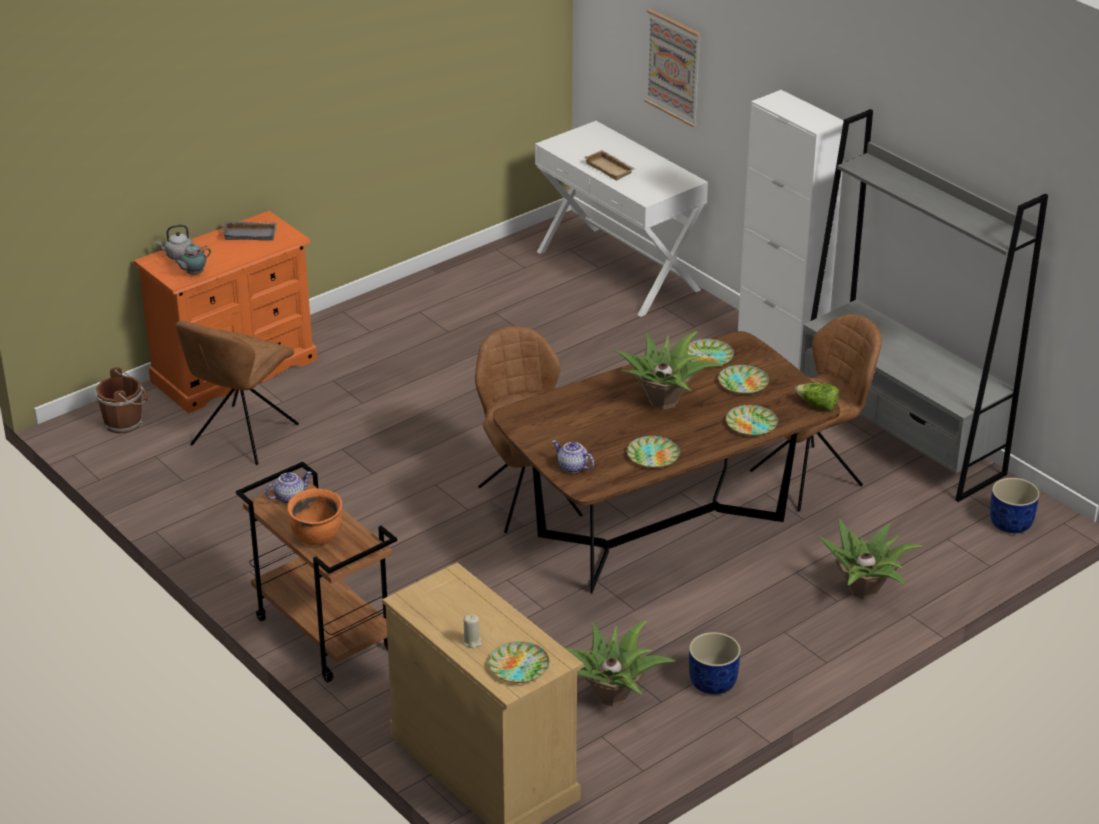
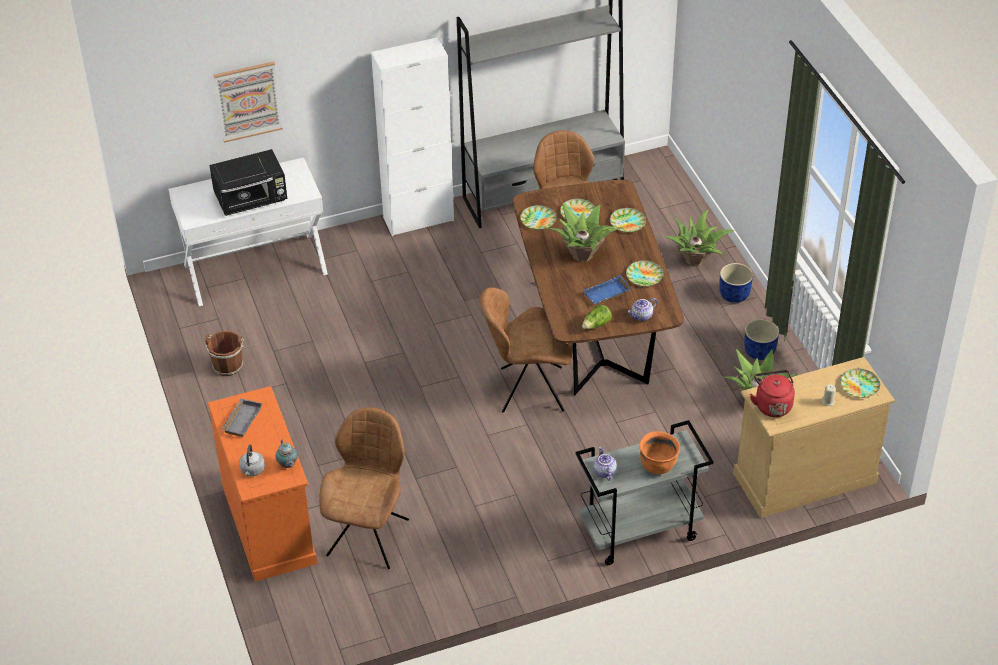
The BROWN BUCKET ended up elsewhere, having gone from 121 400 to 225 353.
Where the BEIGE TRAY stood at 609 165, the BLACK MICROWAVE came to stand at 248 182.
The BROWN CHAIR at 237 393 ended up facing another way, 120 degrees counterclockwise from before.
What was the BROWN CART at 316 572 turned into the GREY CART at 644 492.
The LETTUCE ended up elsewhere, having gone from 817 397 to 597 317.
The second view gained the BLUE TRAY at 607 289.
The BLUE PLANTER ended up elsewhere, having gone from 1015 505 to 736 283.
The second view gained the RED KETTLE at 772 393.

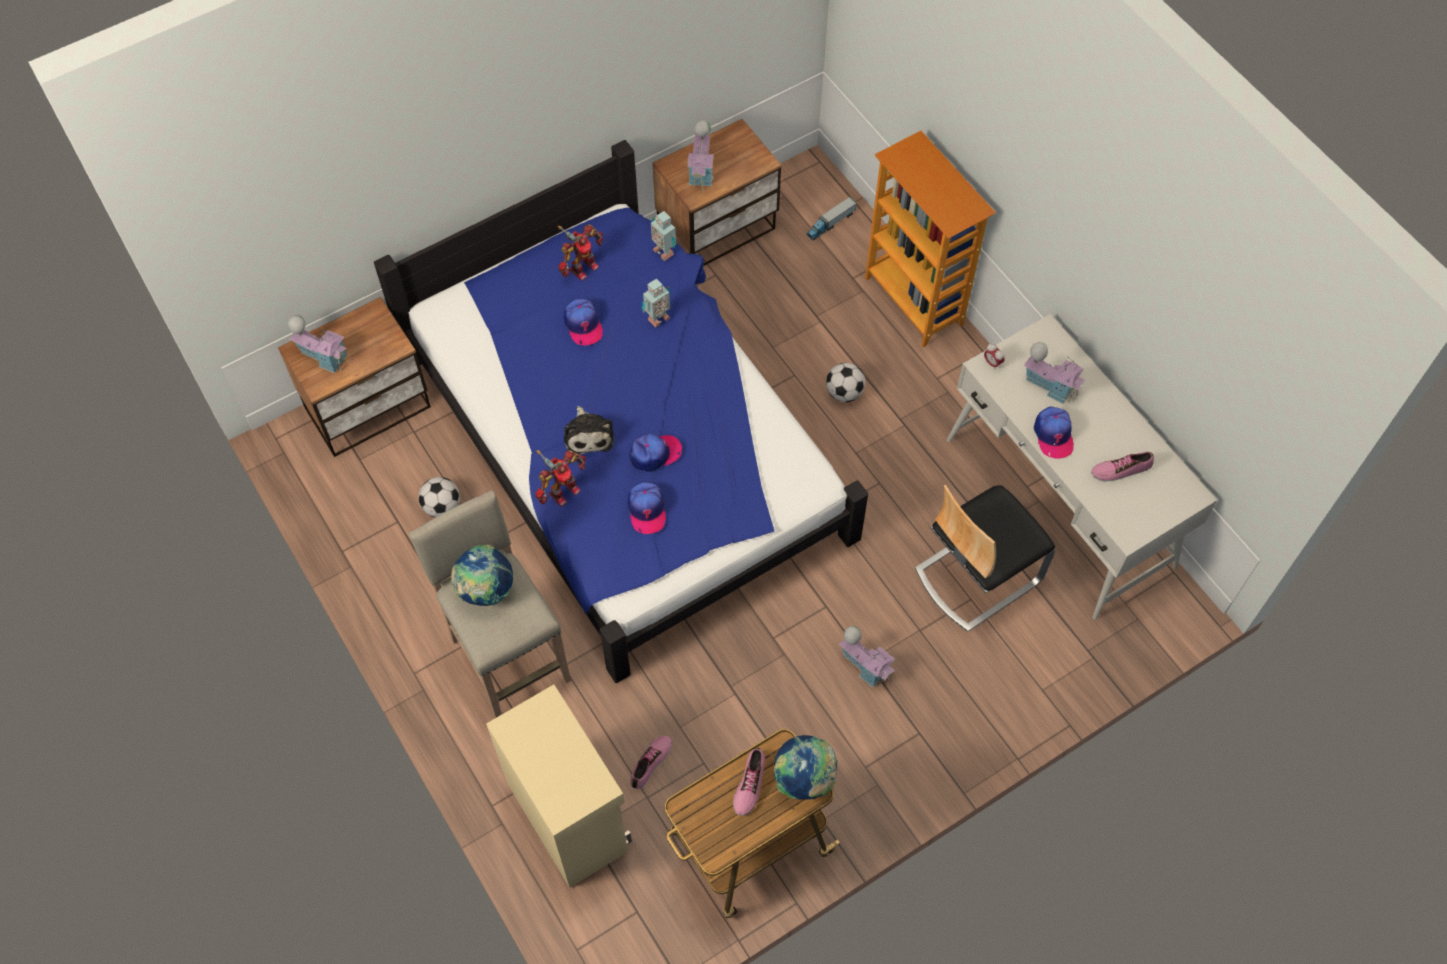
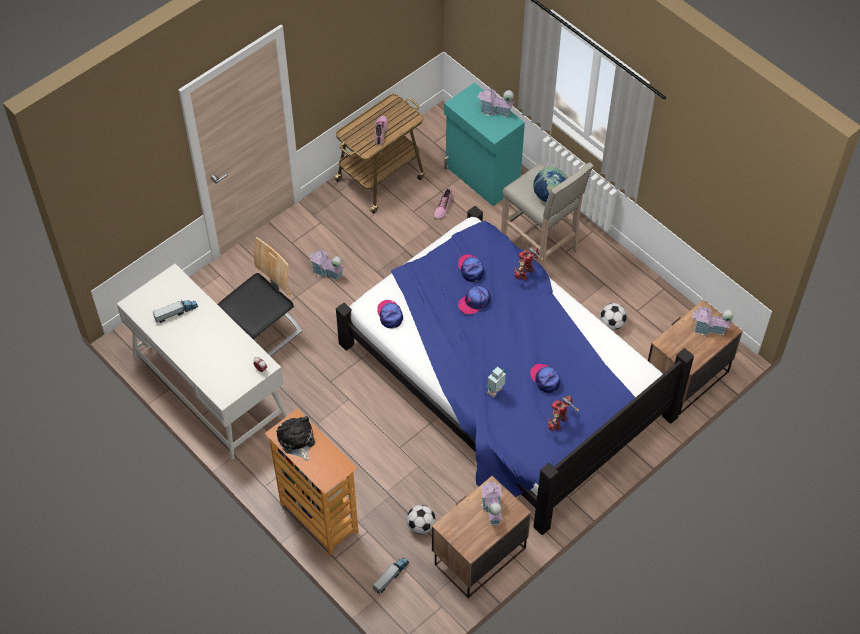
Where the SHOE stood at 1122 466, the TOY TRUCK came to stand at 175 311.
The PLUSH TOY ended up elsewhere, having gone from 589 430 to 295 438.
The CAP ended up elsewhere, having gone from 1054 433 to 390 314.
The FOOTBALL ended up elsewhere, having gone from 845 382 to 421 519.
What was the BEIGE CABINET at 559 786 turned into the TURQUOISE CABINET at 484 144.
The TOY HOUSE ended up elsewhere, having gone from 1055 373 to 495 101.
The second view lost the TOY ROBOT at 663 236.
The second view lost the GLOBE at 806 767.

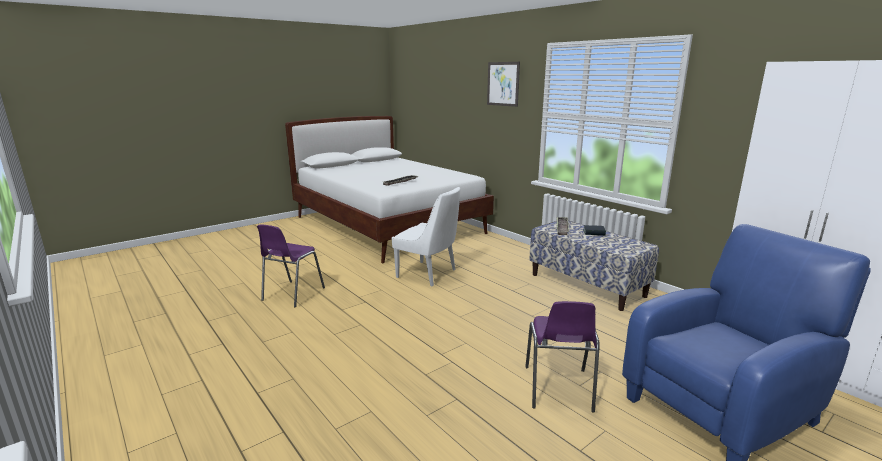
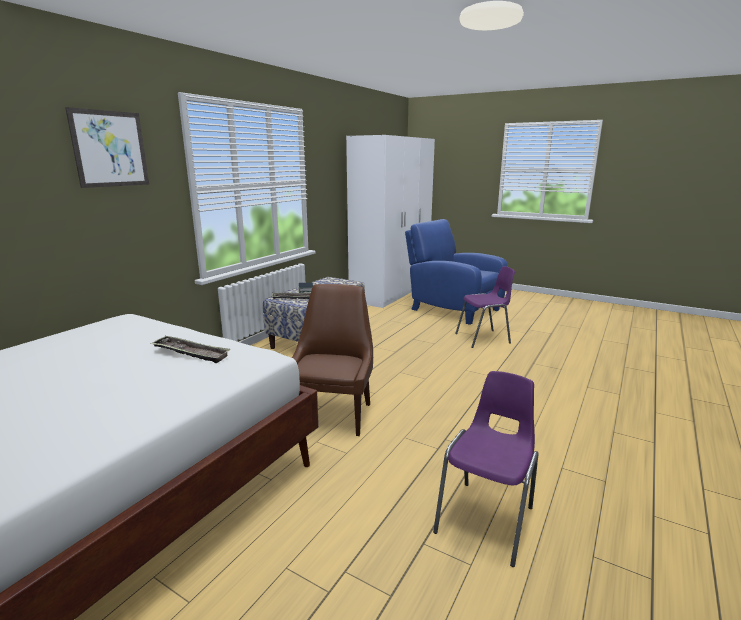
What was the WHITE CHAIR at 426 236 turned into the BROWN CHAIR at 332 360.
The PURPLE CHAIR at 291 266 ended up facing another way, 60 degrees counterclockwise from before.

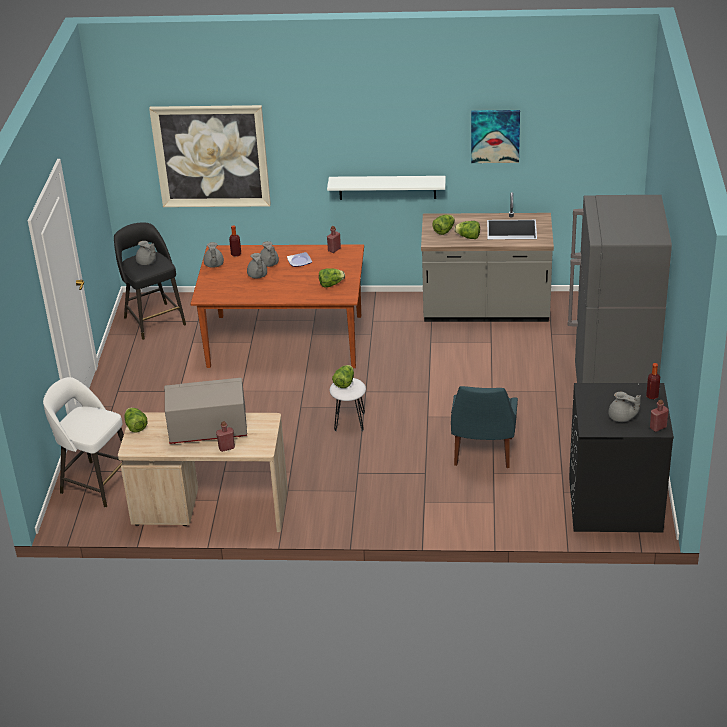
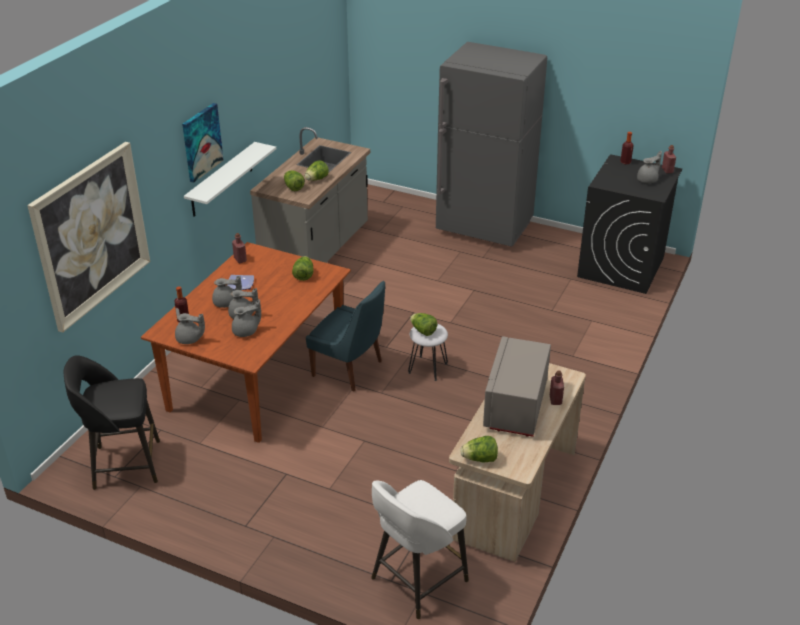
The PICTURE ended up elsewhere, having gone from 495 136 to 203 143.
The GREY TEAPOT ended up elsewhere, having gone from 146 253 to 246 318.
The BLUE CHAIR ended up elsewhere, having gone from 484 427 to 345 336.

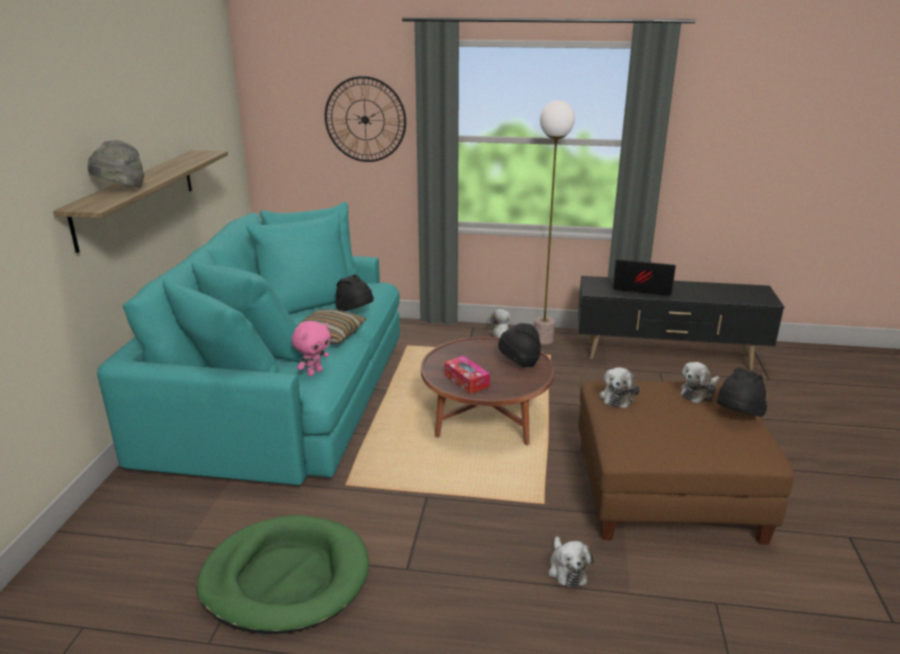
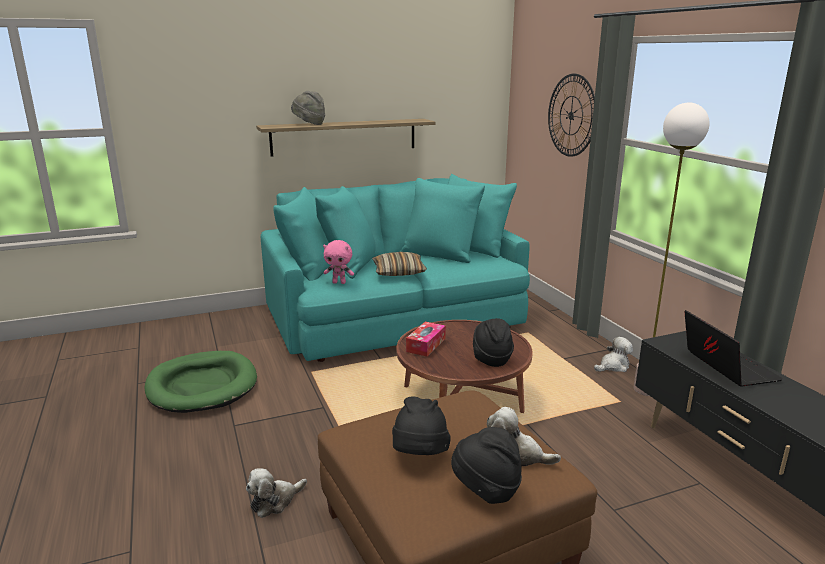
The BLACK HAT ended up elsewhere, having gone from 354 293 to 421 425.
The second view lost the PLUSH TOY at 619 387.

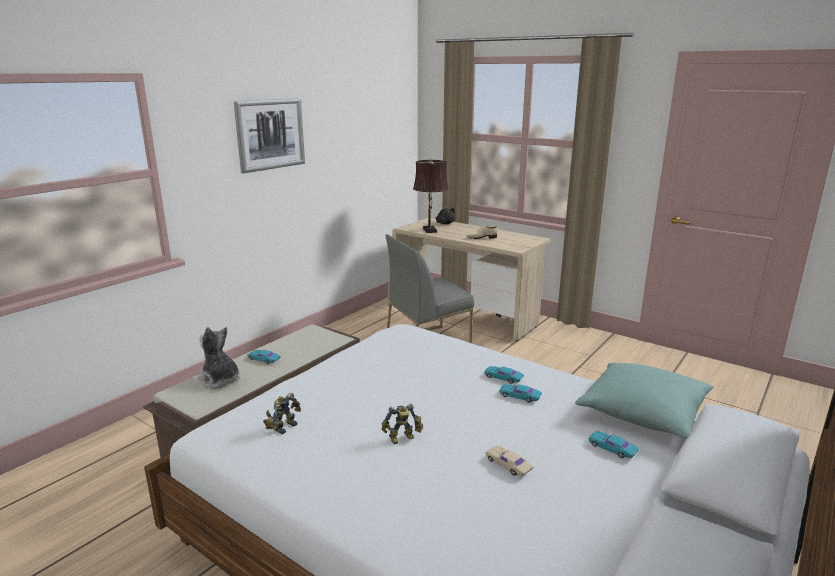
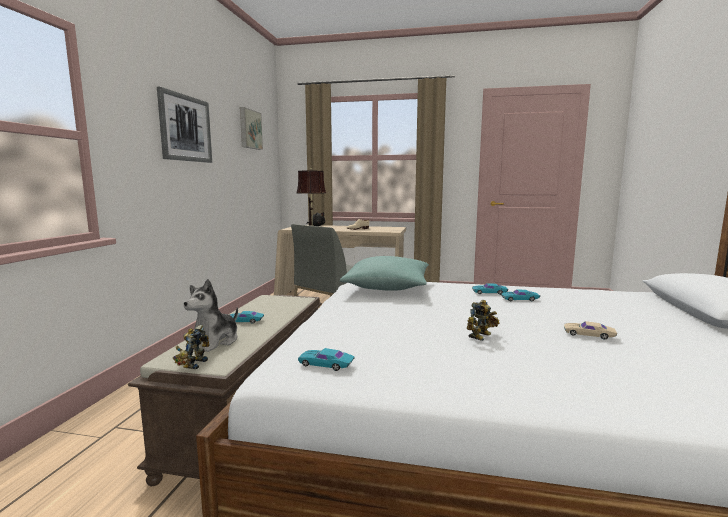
The TOY ROBOT ended up elsewhere, having gone from 282 413 to 191 347.
The PLUSH TOY at 219 358 ended up facing another way, 75 degrees counterclockwise from before.
The second view gained the PICTURE at 251 128.
The TURQUOISE TOY CAR ended up elsewhere, having gone from 613 444 to 326 359.
The TURQUOISE PILLOW ended up elsewhere, having gone from 644 401 to 384 273.

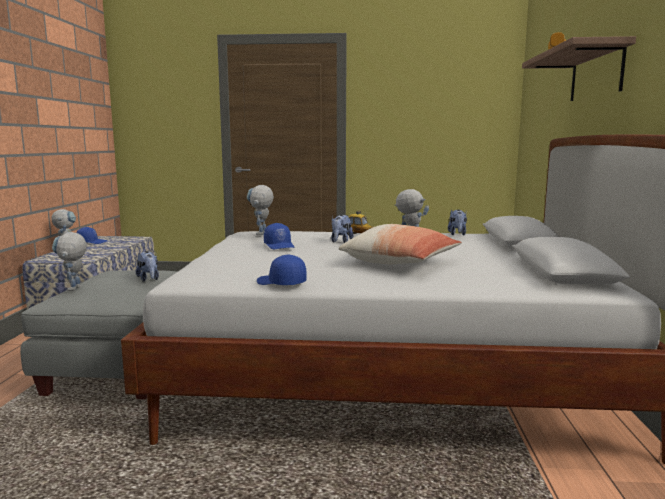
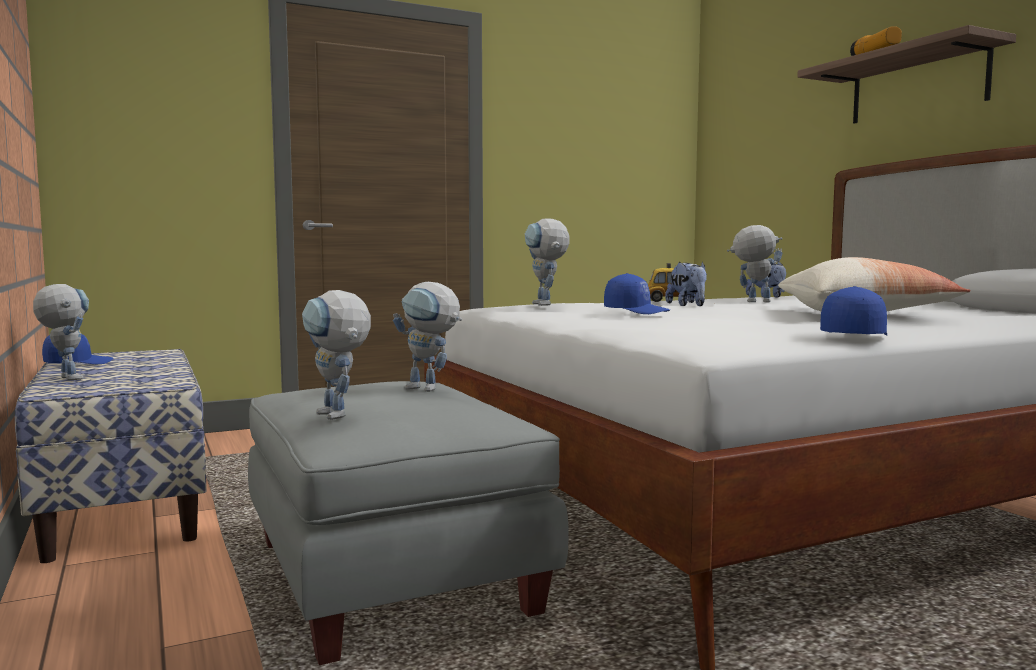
Where the PLUSH TOY stood at 147 266, the TOY ROBOT came to stand at 427 337.
The BLUE CAP at 282 269 ended up facing another way, 120 degrees clockwise from before.

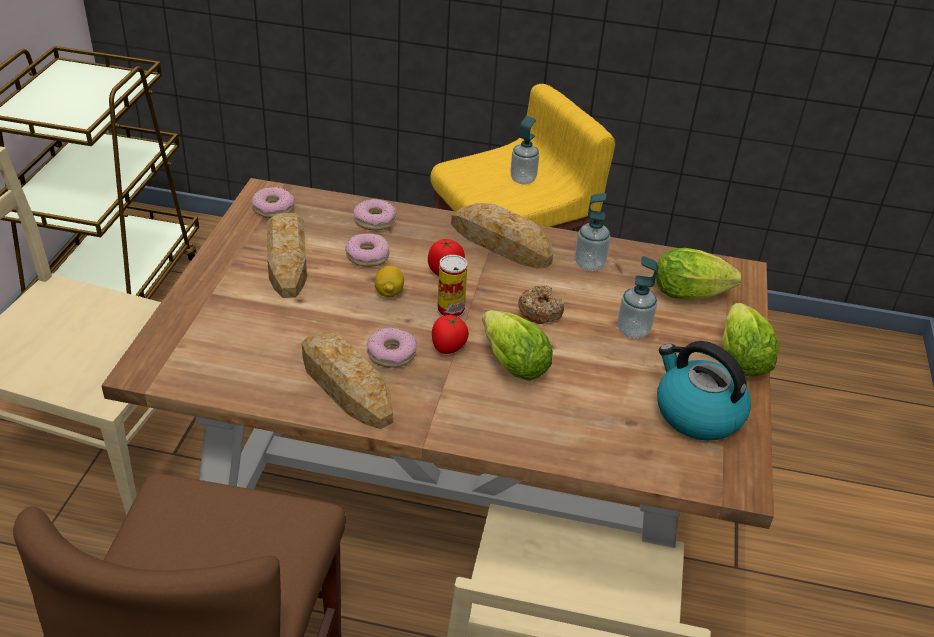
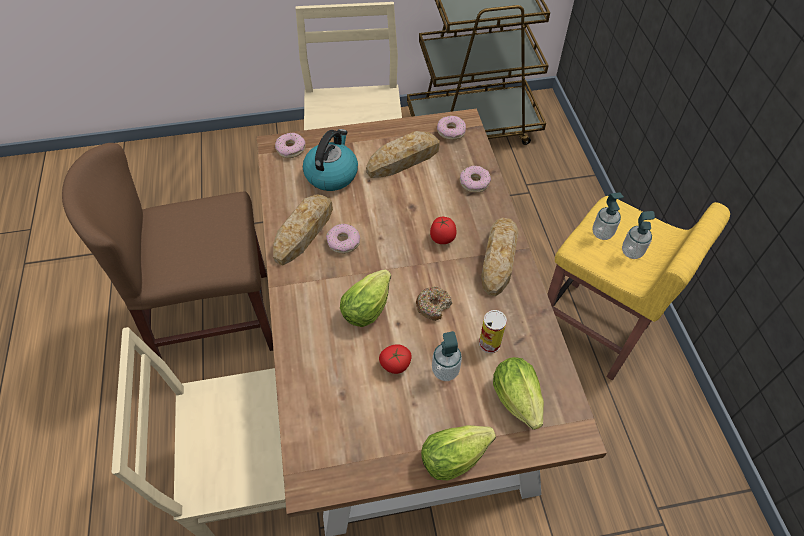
The DONUT ended up elsewhere, having gone from 367 250 to 290 145.
The KETTLE ended up elsewhere, having gone from 704 391 to 330 160.
The TOMATO ended up elsewhere, having gone from 450 334 to 395 359.
The CAN ended up elsewhere, having gone from 452 286 to 493 331.
The SOAP DISPENSER ended up elsewhere, having gone from 593 232 to 608 216.
The second view lost the LEMON at 389 281.

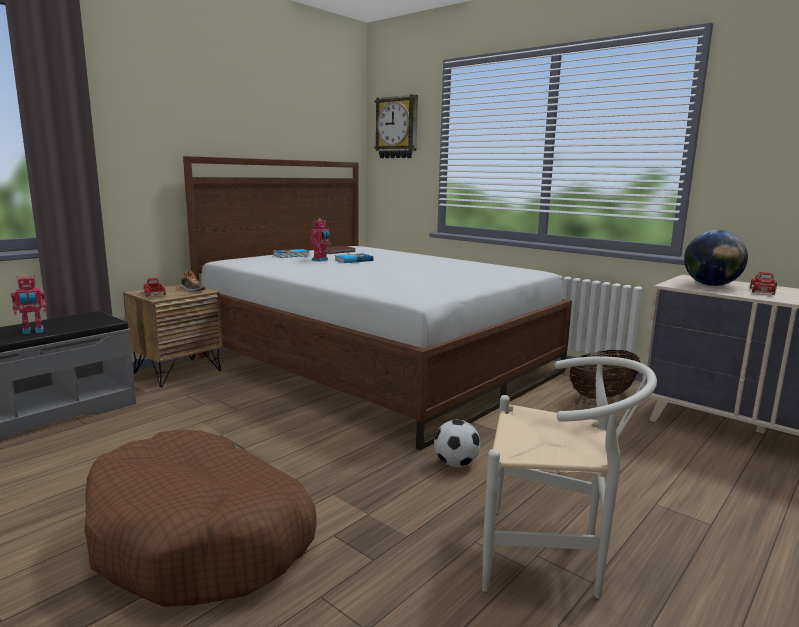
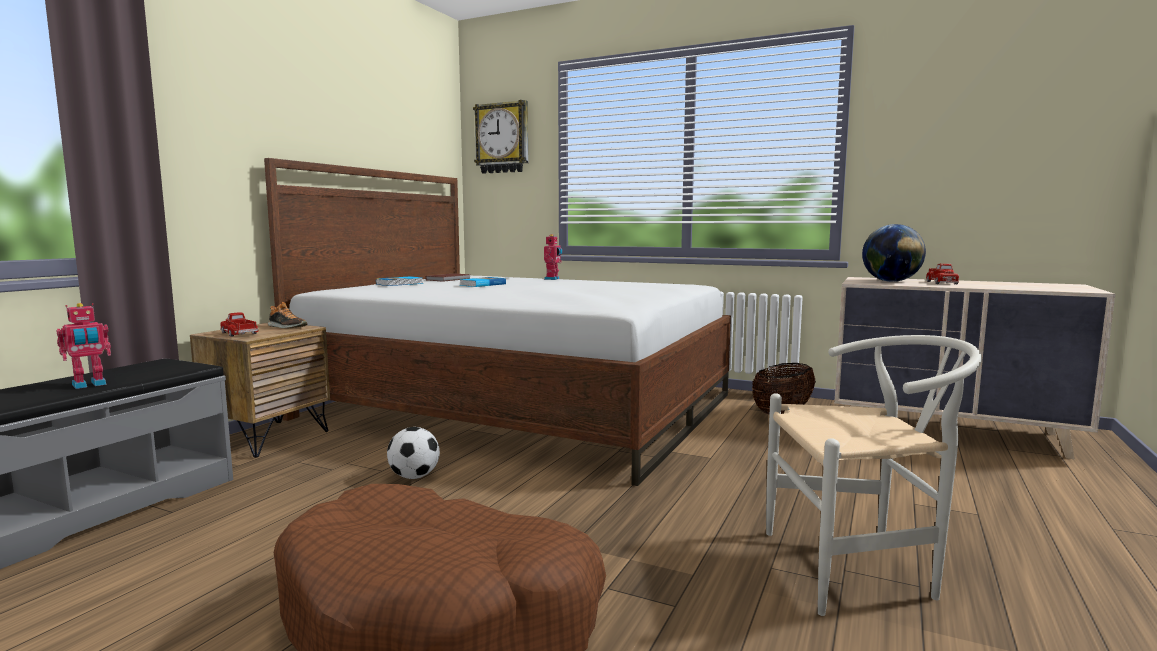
The FOOTBALL ended up elsewhere, having gone from 457 443 to 413 453.
The TOY ROBOT ended up elsewhere, having gone from 320 239 to 553 257.

